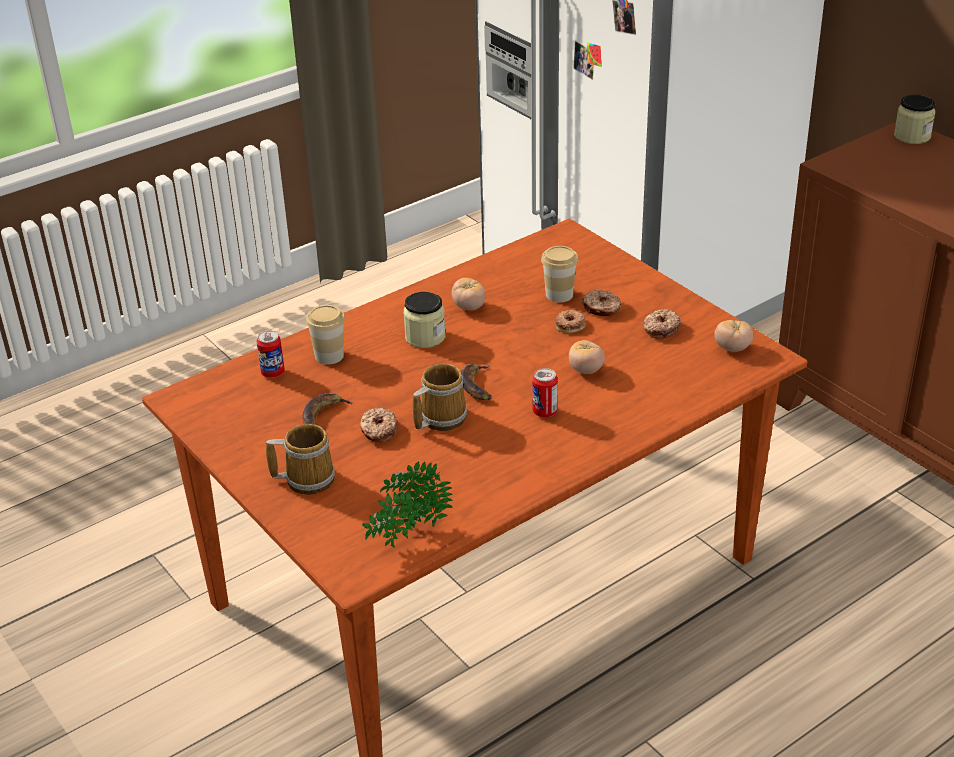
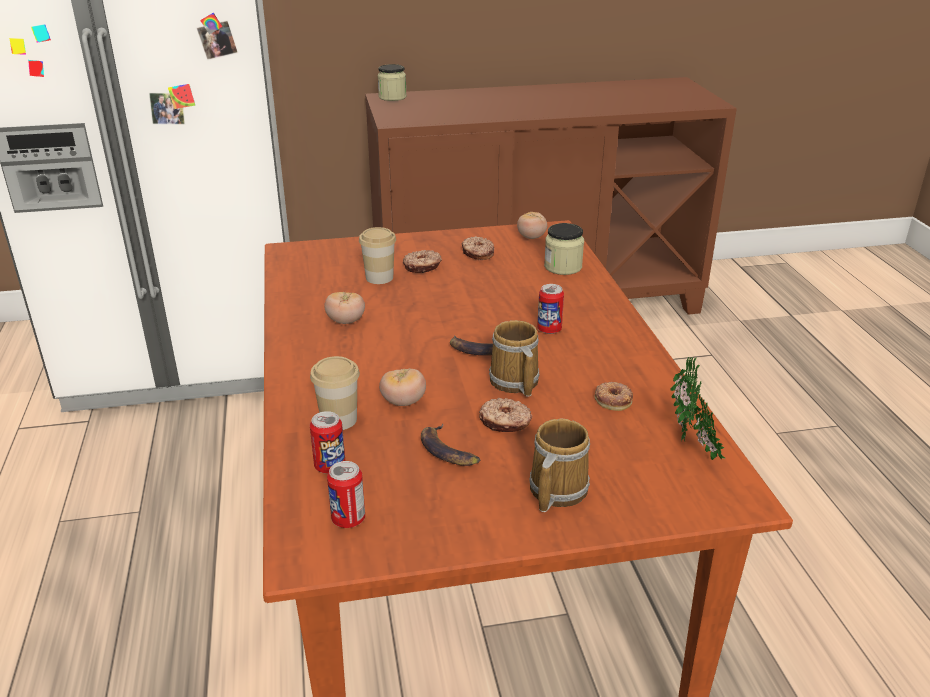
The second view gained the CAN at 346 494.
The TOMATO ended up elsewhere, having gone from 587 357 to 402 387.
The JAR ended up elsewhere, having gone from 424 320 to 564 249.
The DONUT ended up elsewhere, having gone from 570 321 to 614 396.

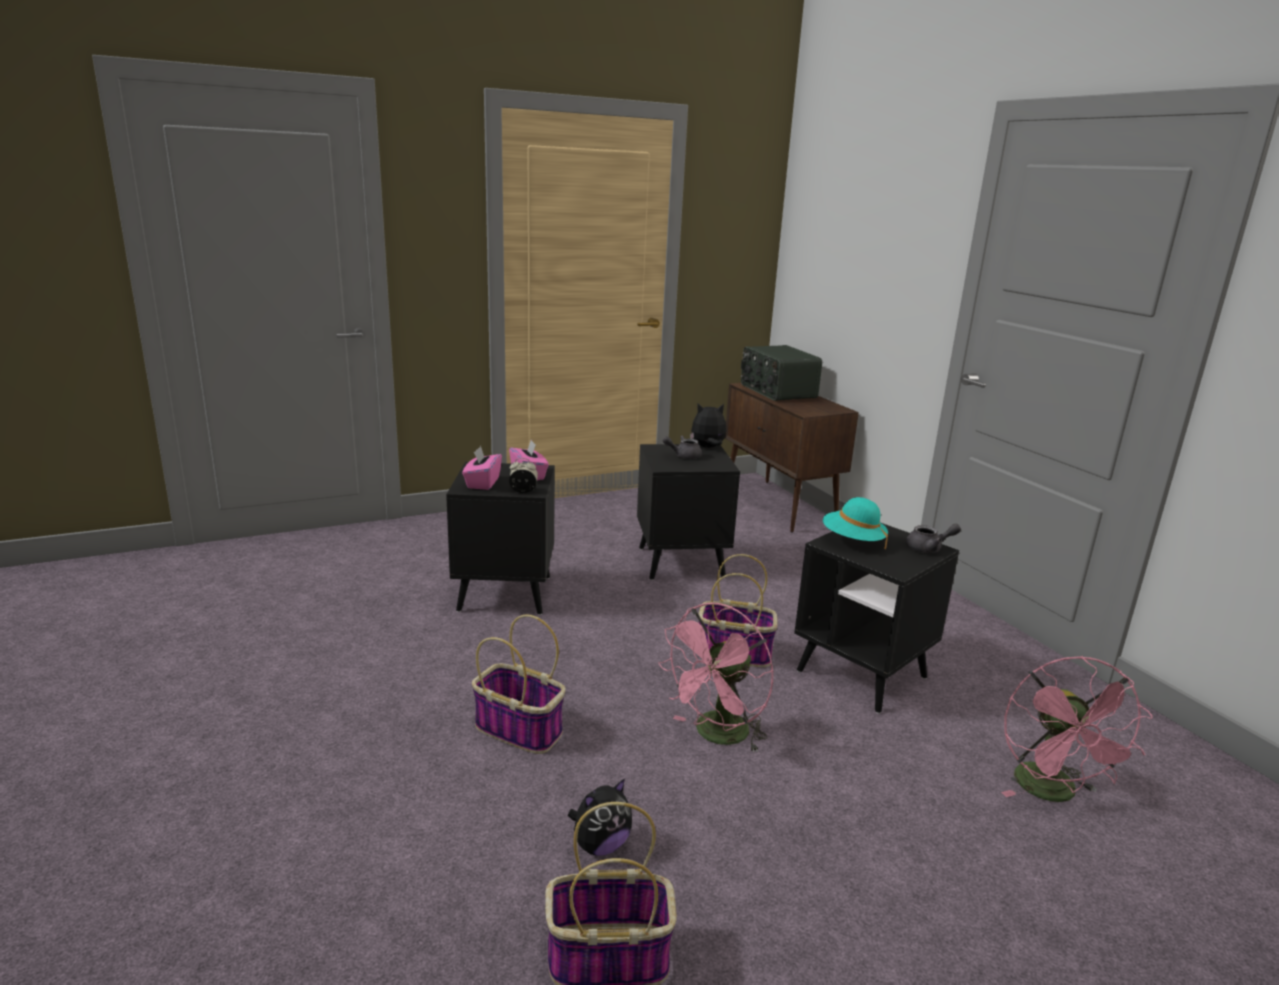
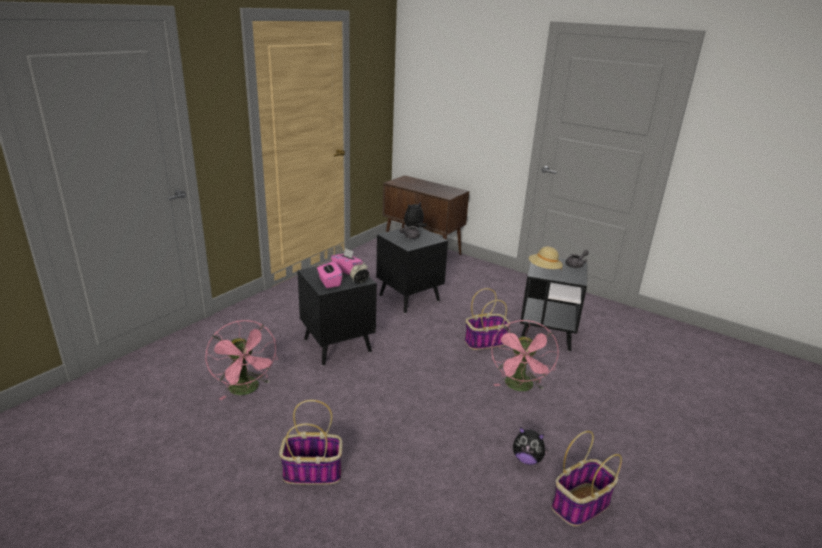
The PINK FAN ended up elsewhere, having gone from 1077 729 to 242 360.
The BASKET ended up elsewhere, having gone from 519 684 to 310 442.
The PLUSH TOY at 600 817 ended up facing another way, 90 degrees clockwise from before.
What was the TURQUOISE HAT at 855 523 turned into the BEIGE HAT at 546 258.
The second view lost the RADIO at 781 373.

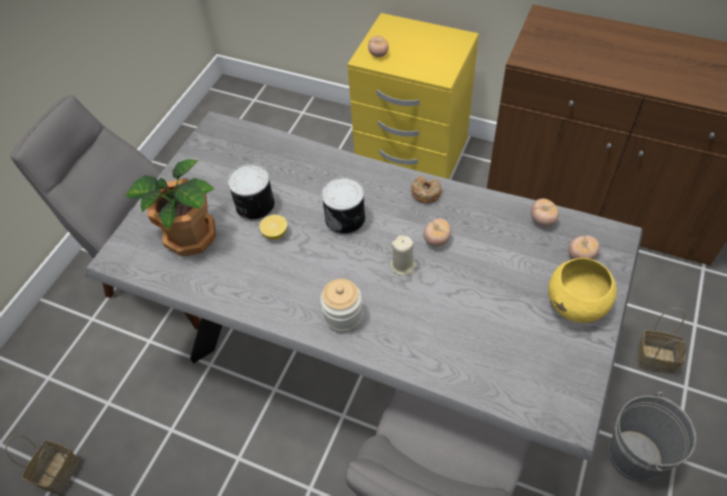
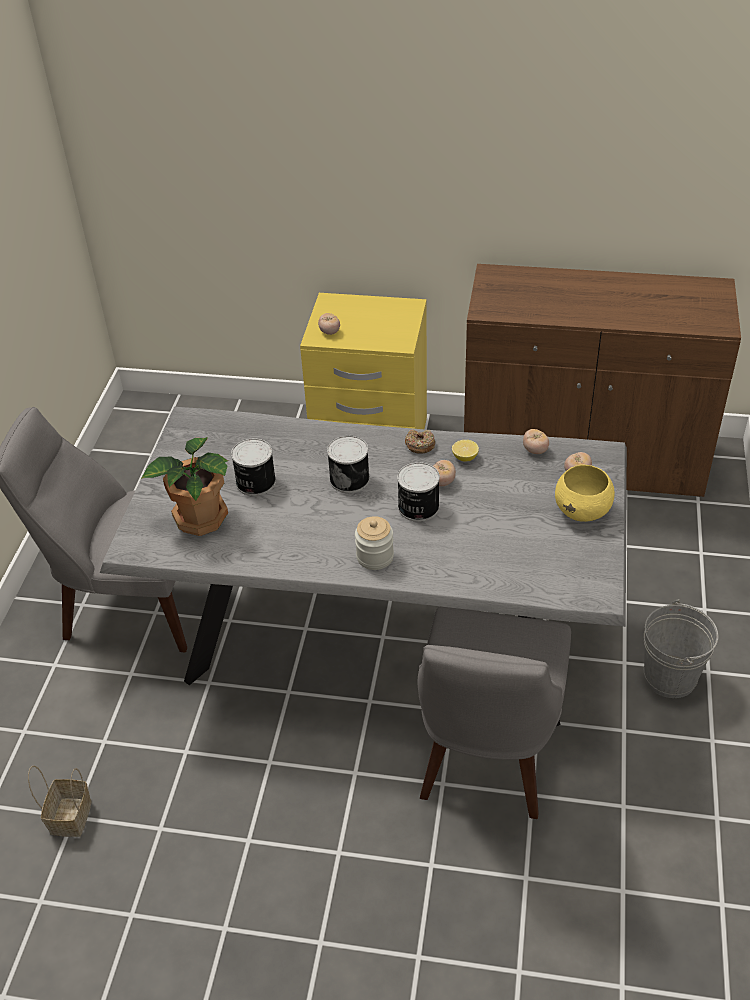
Where the BEIGE CANDLE stood at 404 255, the CAN came to stand at 418 492.
The LEMON ended up elsewhere, having gone from 273 227 to 465 450.
The second view lost the BASKET at 661 341.

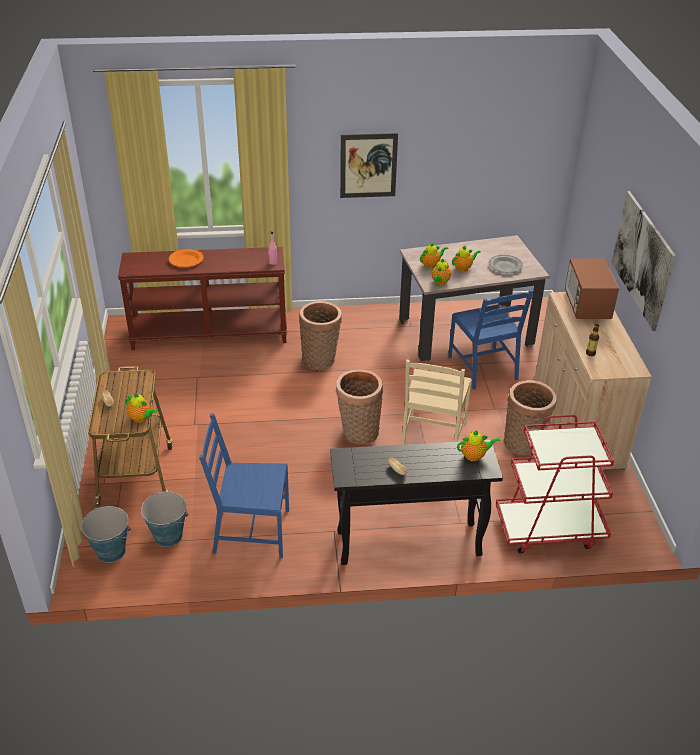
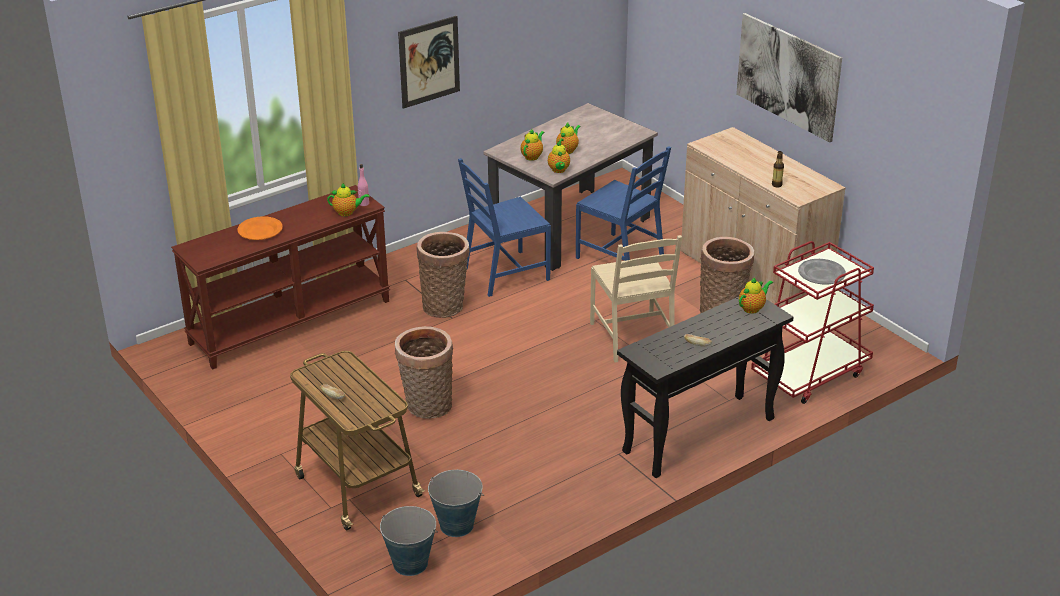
The TEAPOT ended up elsewhere, having gone from 141 408 to 348 199.
The BASKET ended up elsewhere, having gone from 359 406 to 424 372.
The BLUE CHAIR ended up elsewhere, having gone from 244 486 to 504 227.
The GREY PLATE ended up elsewhere, having gone from 506 264 to 822 272.
The second view lost the MICROWAVE at 592 288.

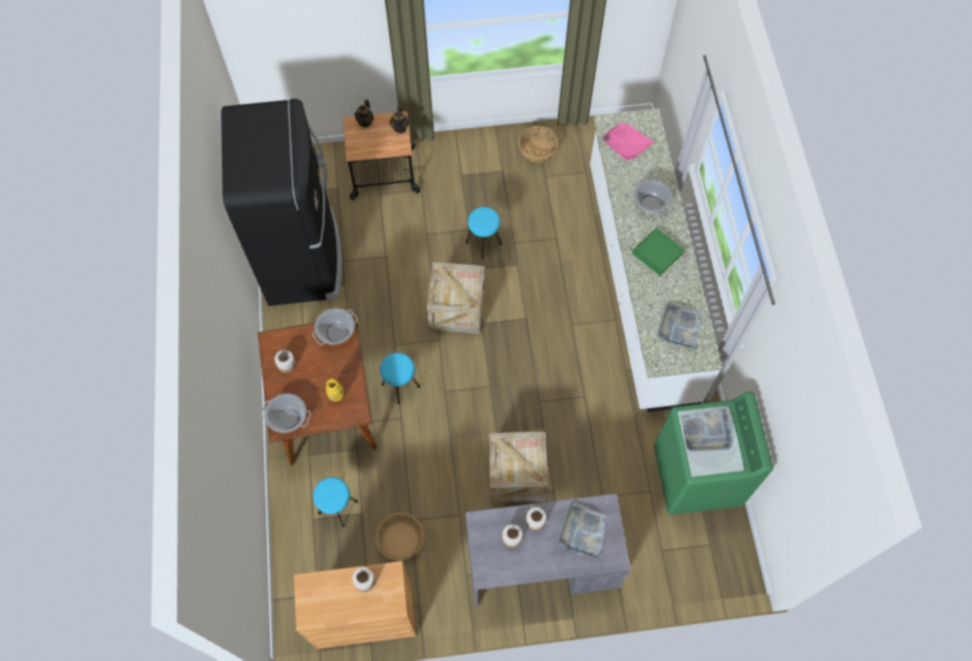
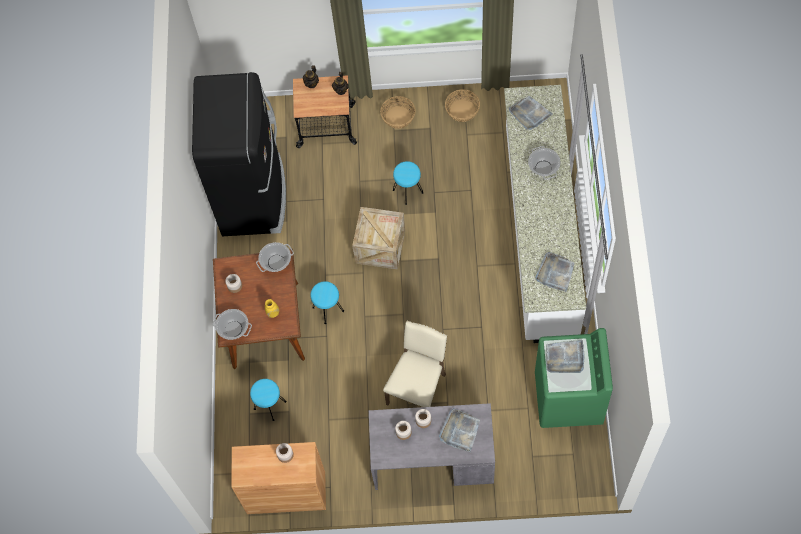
The BASKET ended up elsewhere, having gone from 399 537 to 397 112.
Where the CRATE stood at 518 467, the BEIGE CHAIR came to stand at 415 363.
What was the PINK TRAY at 628 141 turned into the GREY TRAY at 531 113.
The second view lost the GREEN TRAY at 658 252.

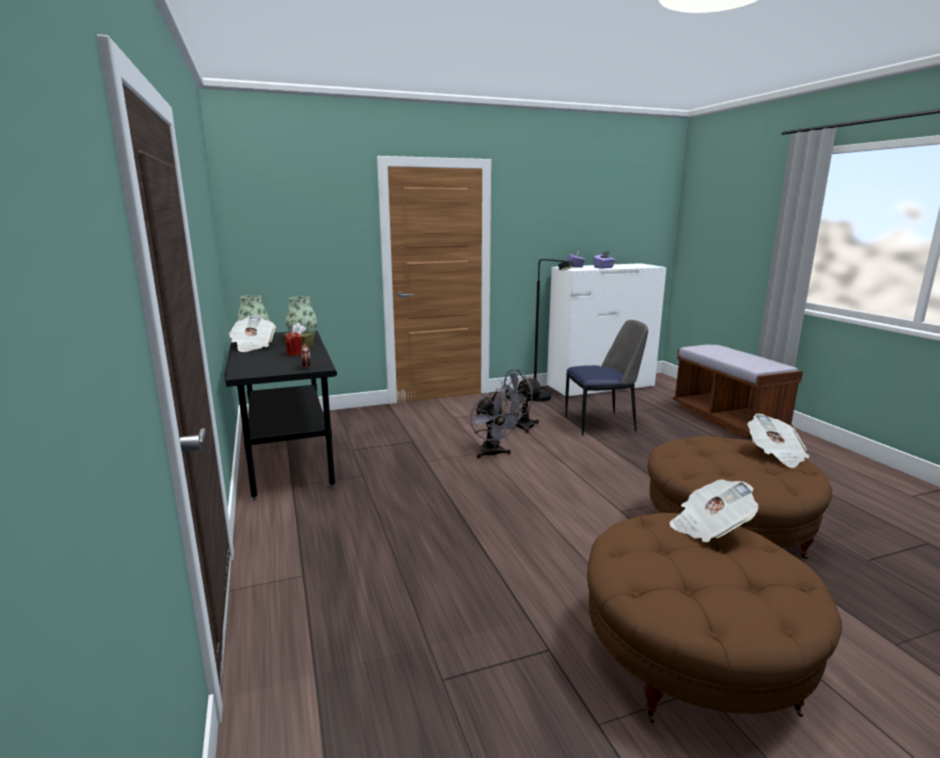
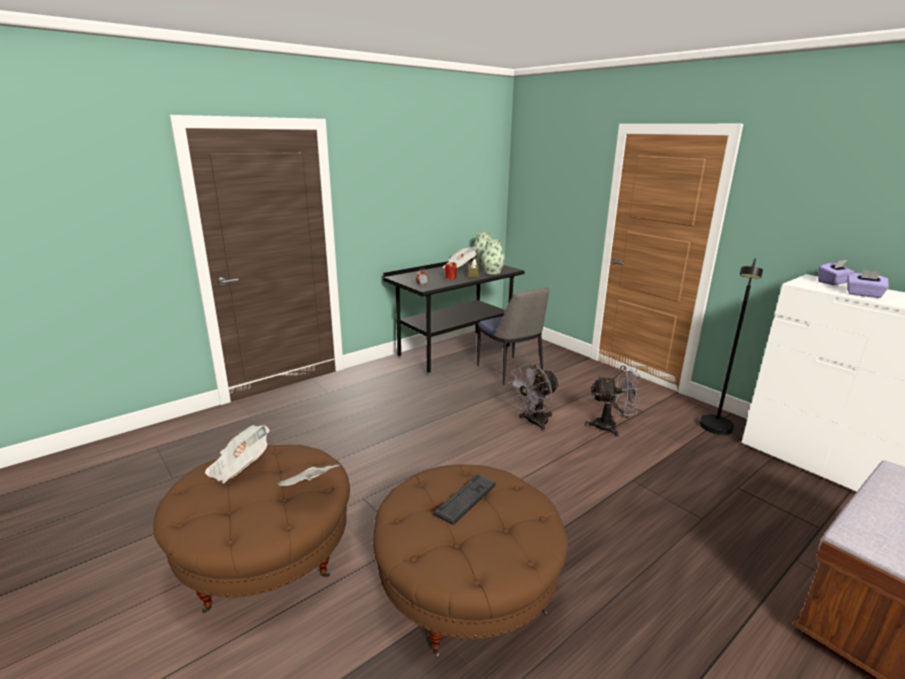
The NEWSPAPER ended up elsewhere, having gone from 778 441 to 237 454.
The second view gained the KEYBOARD at 465 500.
The CHAIR ended up elsewhere, having gone from 606 378 to 513 336.
The GREY FAN at 519 401 ended up facing another way, 150 degrees clockwise from before.

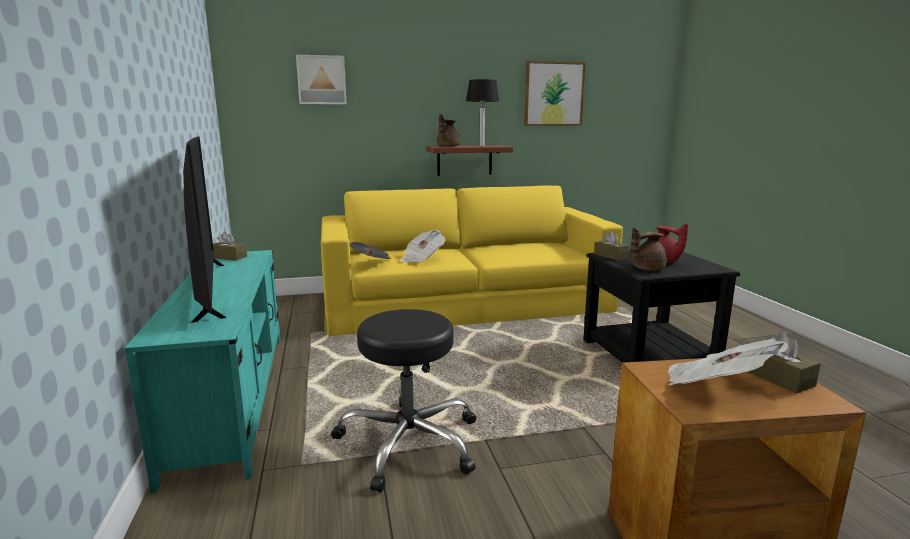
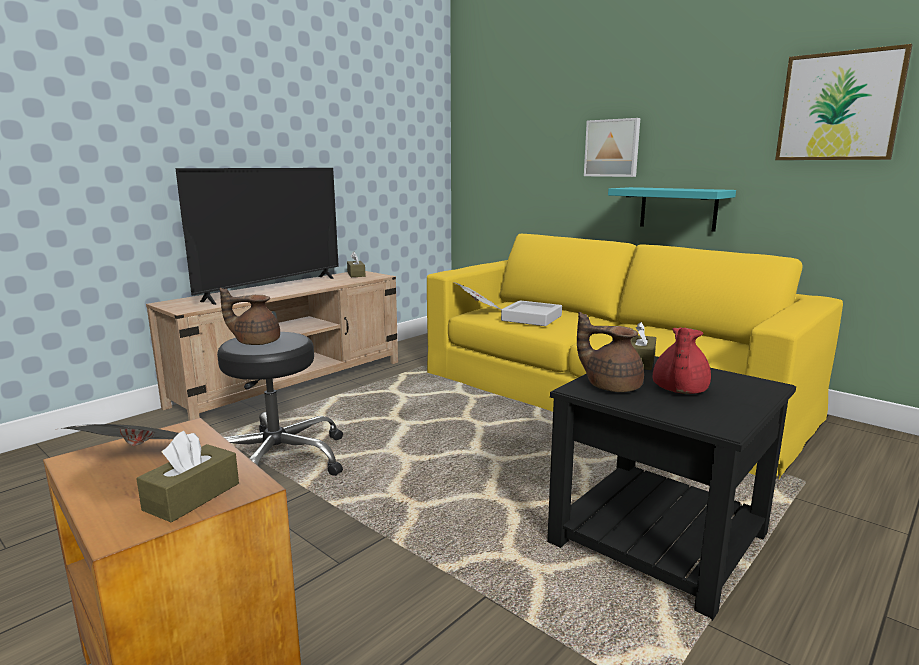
What was the TURQUOISE TV STAND at 202 371 turned into the BEIGE TV STAND at 272 345.
The BROWN TEAPOT ended up elsewhere, having gone from 448 130 to 250 316.
Where the NEWSPAPER stood at 423 246, the GREY TRAY came to stand at 531 313.
The PICTURE ended up elsewhere, having gone from 321 79 to 612 147.
What was the BROWN SHELF at 469 160 turned into the TURQUOISE SHELF at 672 209.
The second view lost the TABLE LAMP at 482 113.

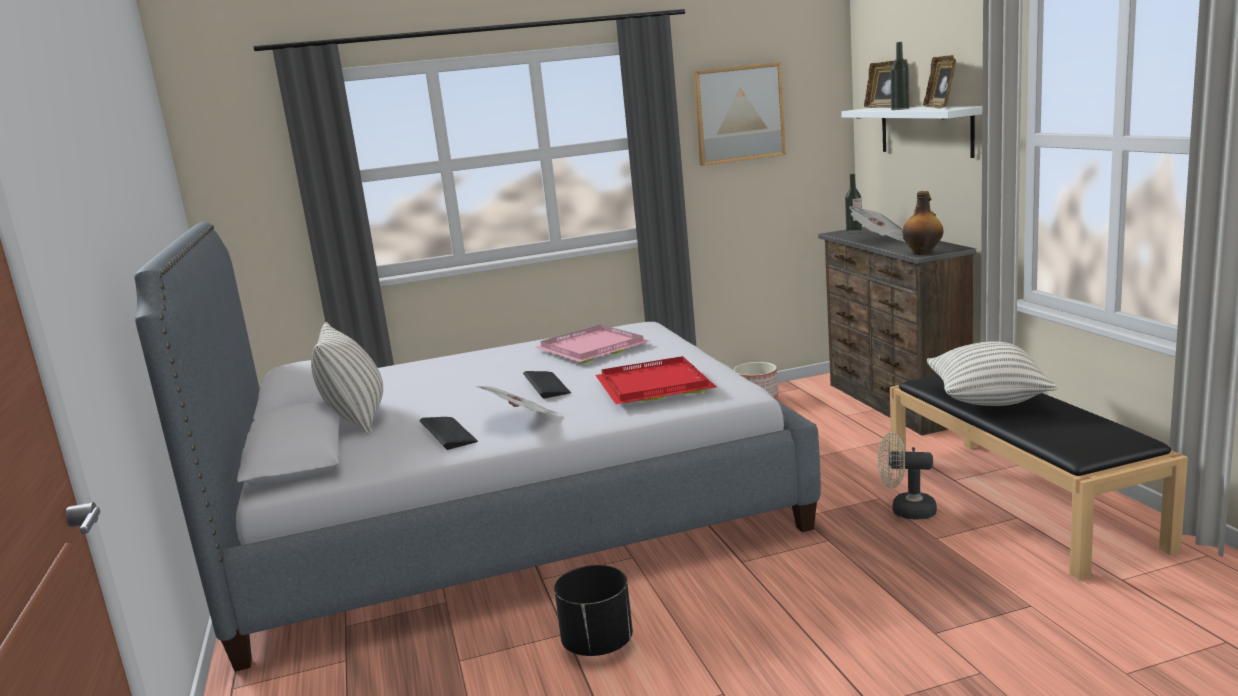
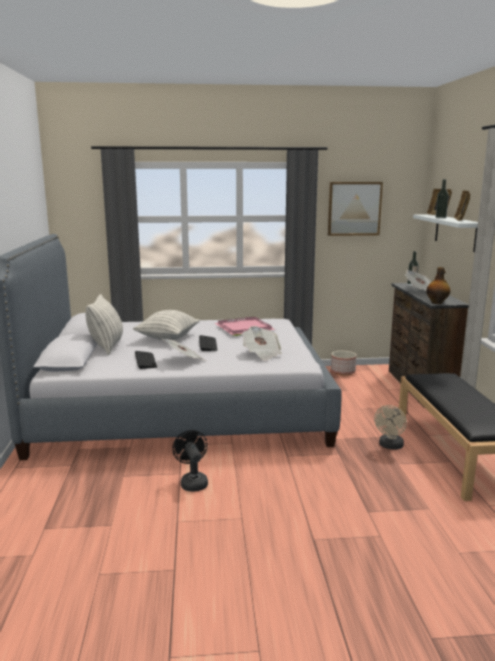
The PILLOW ended up elsewhere, having gone from 992 373 to 166 325.
Where the BLACK PLANTER stood at 593 610, the BLACK FAN came to stand at 190 461.
Where the RED TRAY stood at 655 380, the NEWSPAPER came to stand at 262 343.
The BEIGE FAN at 907 475 ended up facing another way, 90 degrees counterclockwise from before.

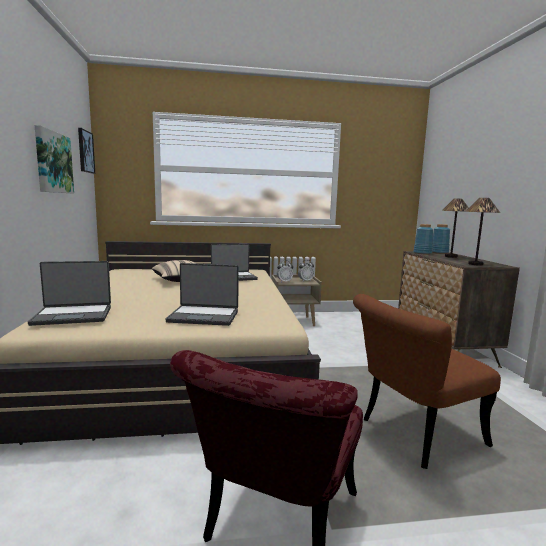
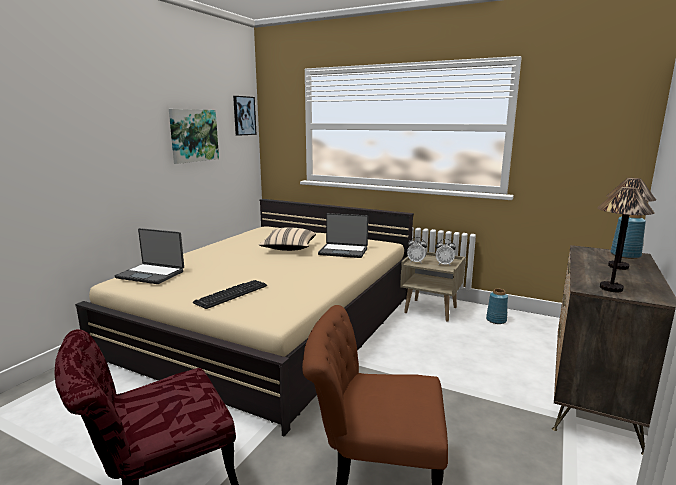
Where the LAPTOP stood at 202 294, the KEYBOARD came to stand at 230 294.
The BLUE VASE ended up elsewhere, having gone from 423 239 to 497 306.

